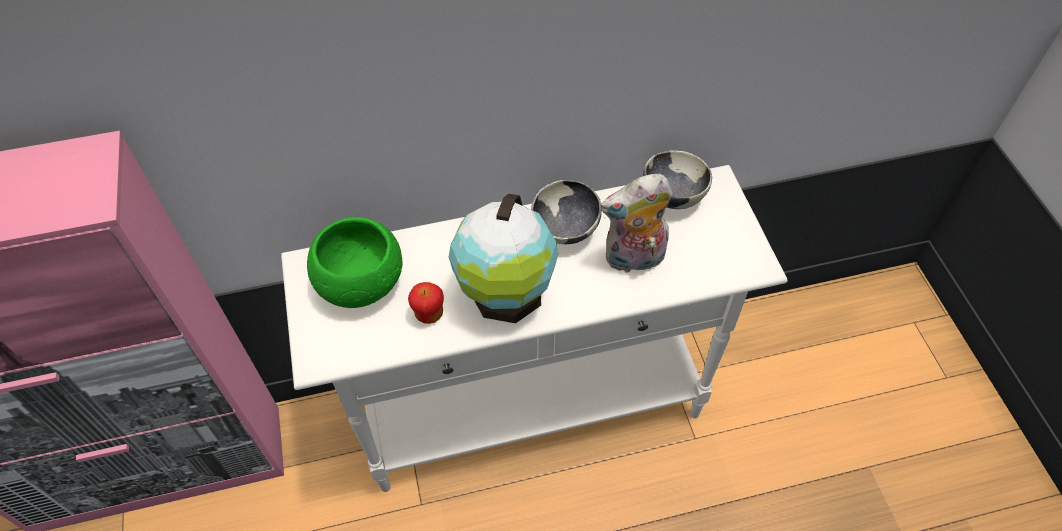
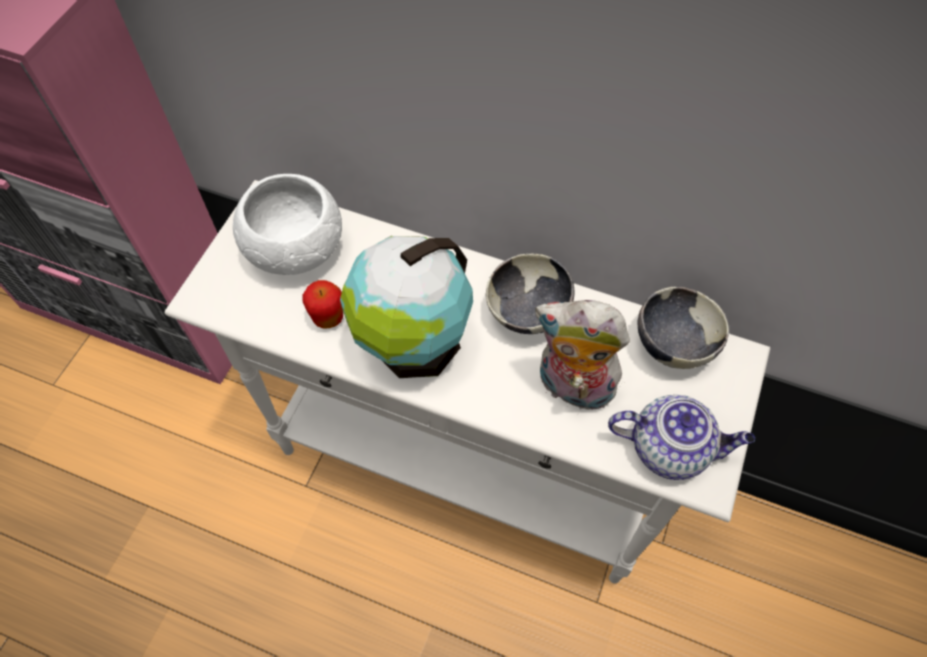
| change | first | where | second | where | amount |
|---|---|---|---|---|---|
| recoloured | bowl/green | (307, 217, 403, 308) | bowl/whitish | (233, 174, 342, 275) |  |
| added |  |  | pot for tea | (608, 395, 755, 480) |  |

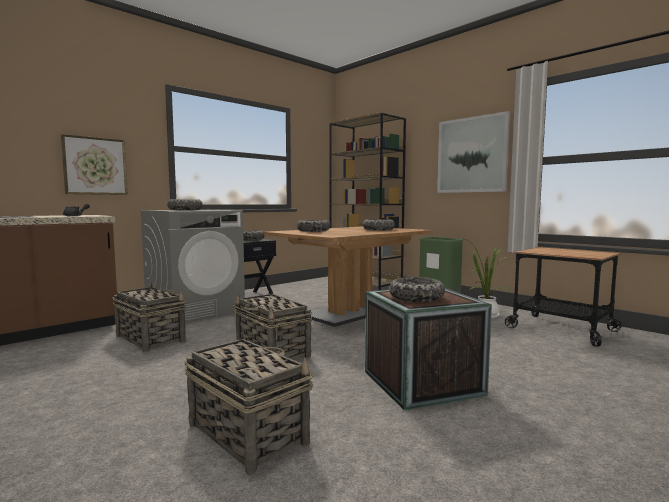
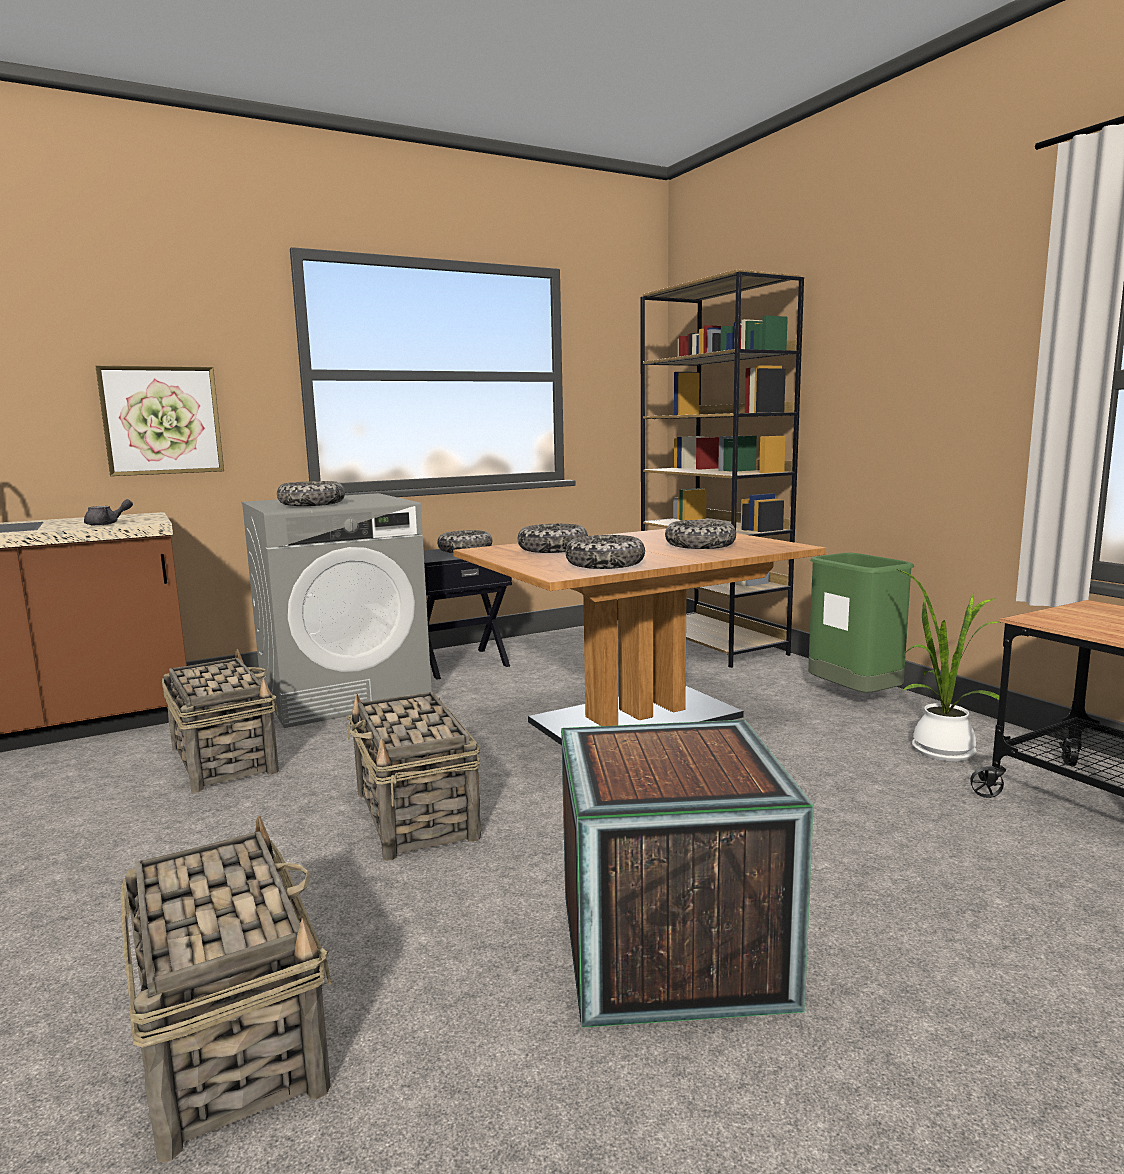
| change | first | where | second | where | amount |
|---|---|---|---|---|---|
| moved | bowl | (389, 277, 445, 302) |  | (565, 535, 645, 569) |  |
| removed | picture | (437, 111, 510, 193) |  |  |  |

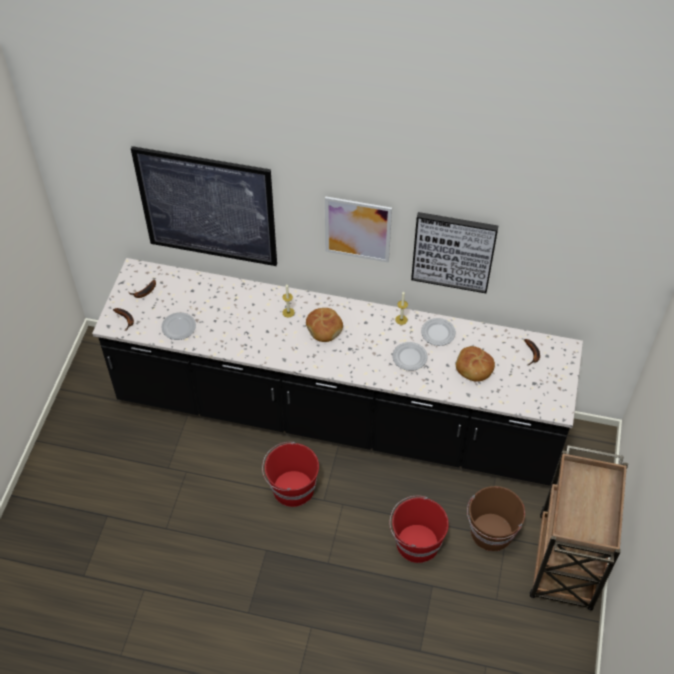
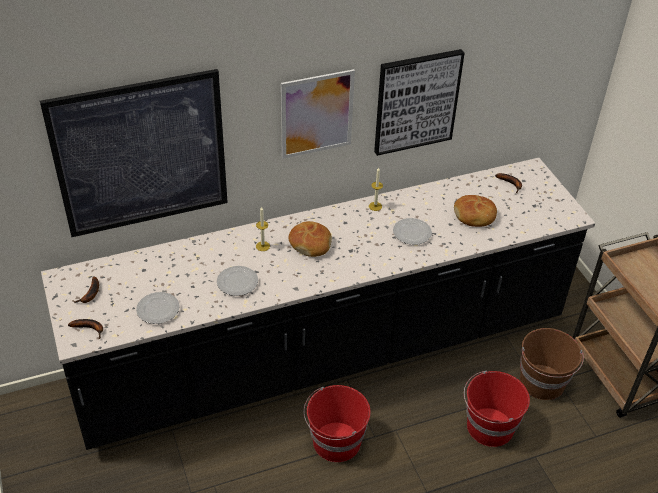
| change | first | where | second | where | amount |
|---|---|---|---|---|---|
| moved | plate | (421, 318, 456, 346) |  | (217, 266, 258, 296) |  |

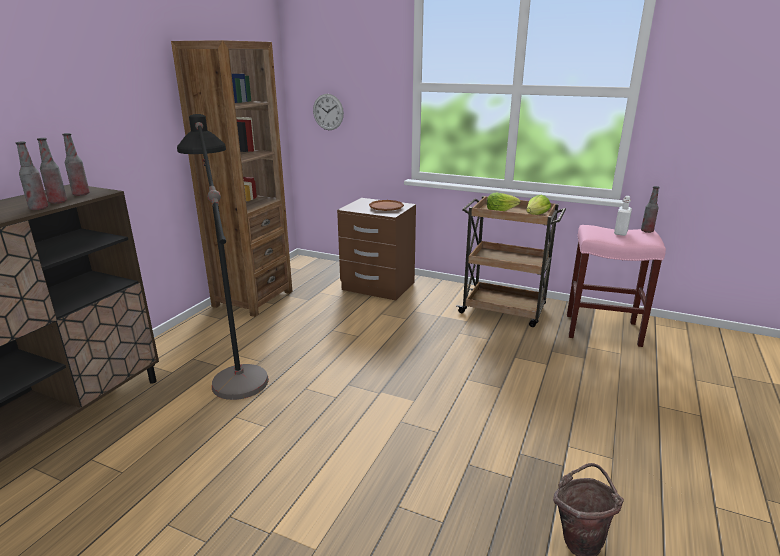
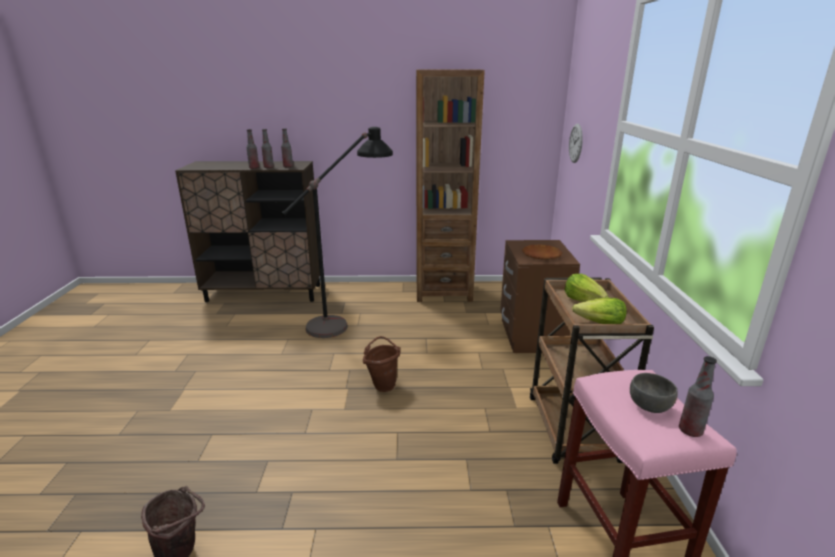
| change | first | where | second | where | amount |
|---|---|---|---|---|---|
| added |  |  | bucket/brownish | (363, 336, 401, 392) |  |
| replaced | beverage bottle/whitish | (614, 196, 632, 236) | bowl/grey | (630, 373, 678, 413) |  |

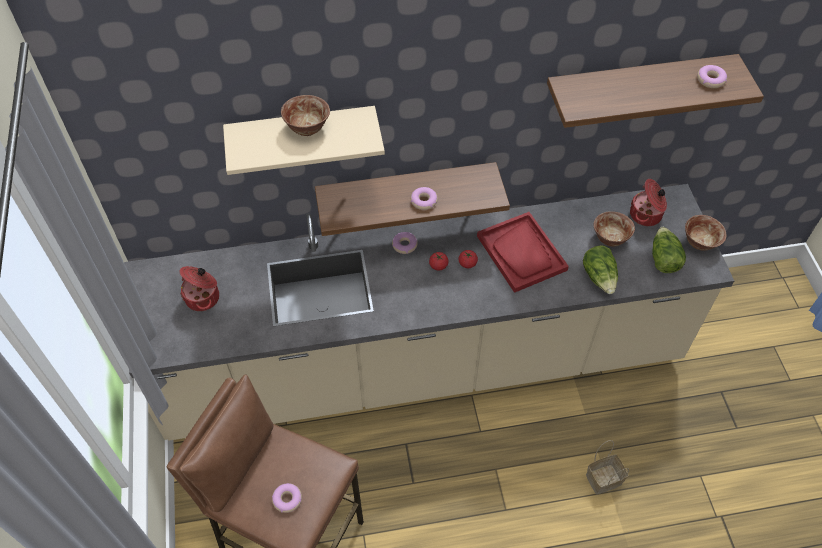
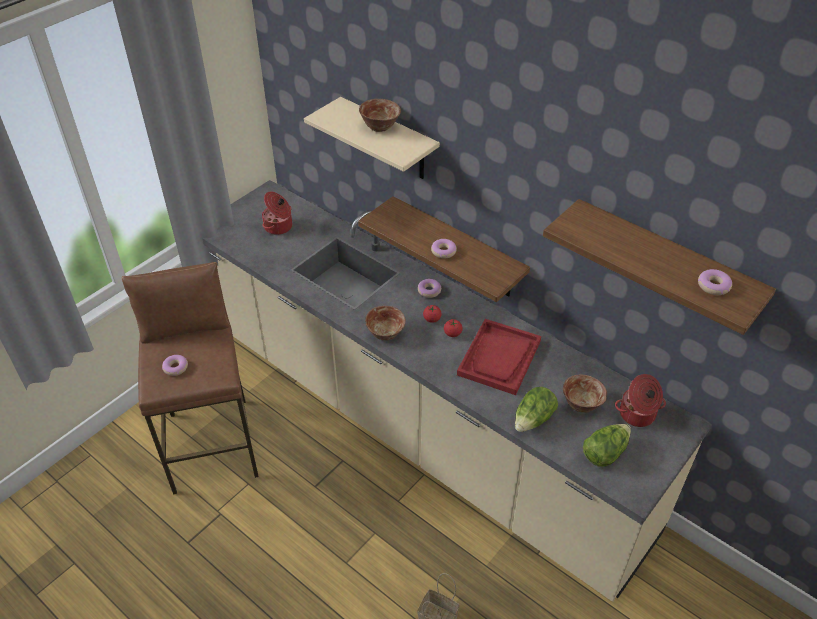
| change | first | where | second | where | amount |
|---|---|---|---|---|---|
| moved | bowl | (685, 215, 726, 251) |  | (365, 306, 406, 340) |  |

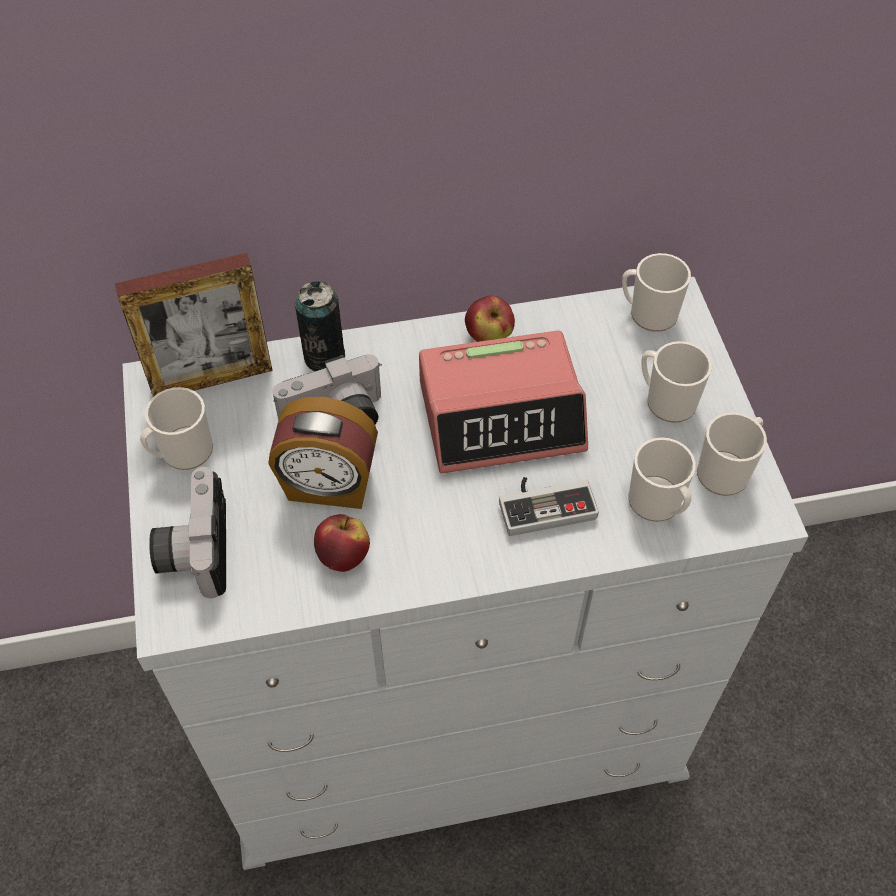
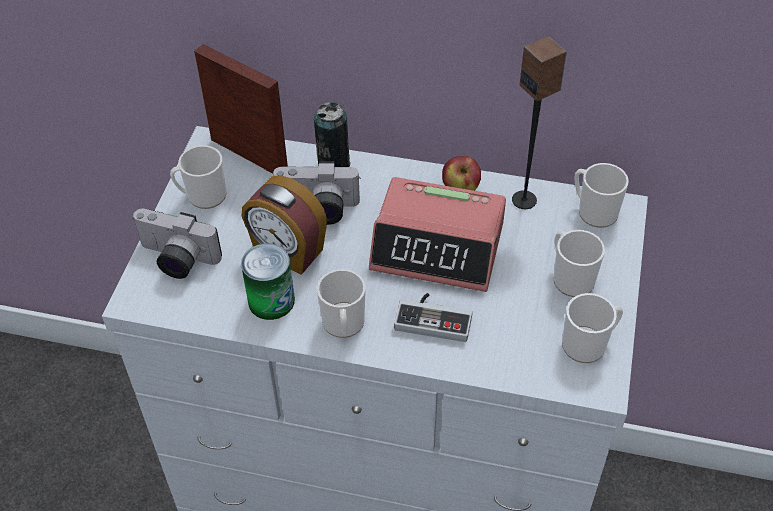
| change | first | where | second | where | amount |
|---|---|---|---|---|---|
| turned | still camera | (149, 467, 226, 598) |  | (132, 209, 222, 279) | 90 degrees counterclockwise |
| turned | picture frame | (115, 253, 273, 397) |  | (194, 44, 288, 174) | 150 degrees counterclockwise |
| replaced | apple | (314, 514, 370, 572) | metal can | (241, 243, 295, 320) |  |
| moved | mug | (628, 437, 696, 522) |  | (317, 269, 366, 338) |  |
| added |  |  | loudspeaker | (512, 36, 567, 209) |  |

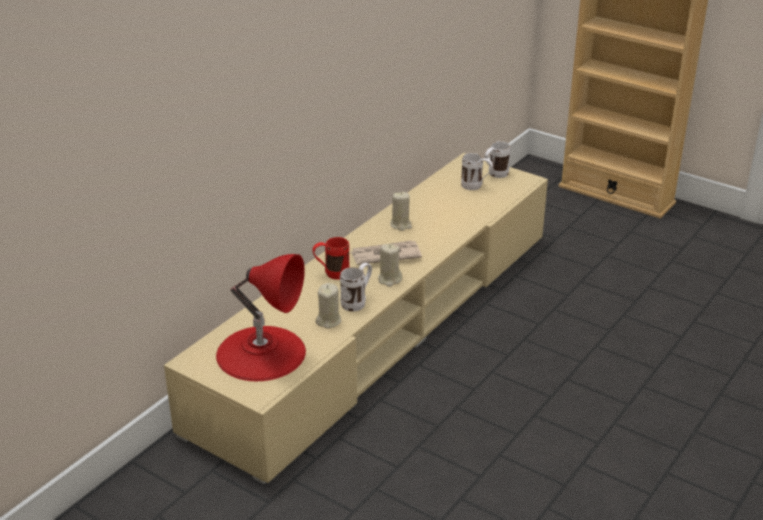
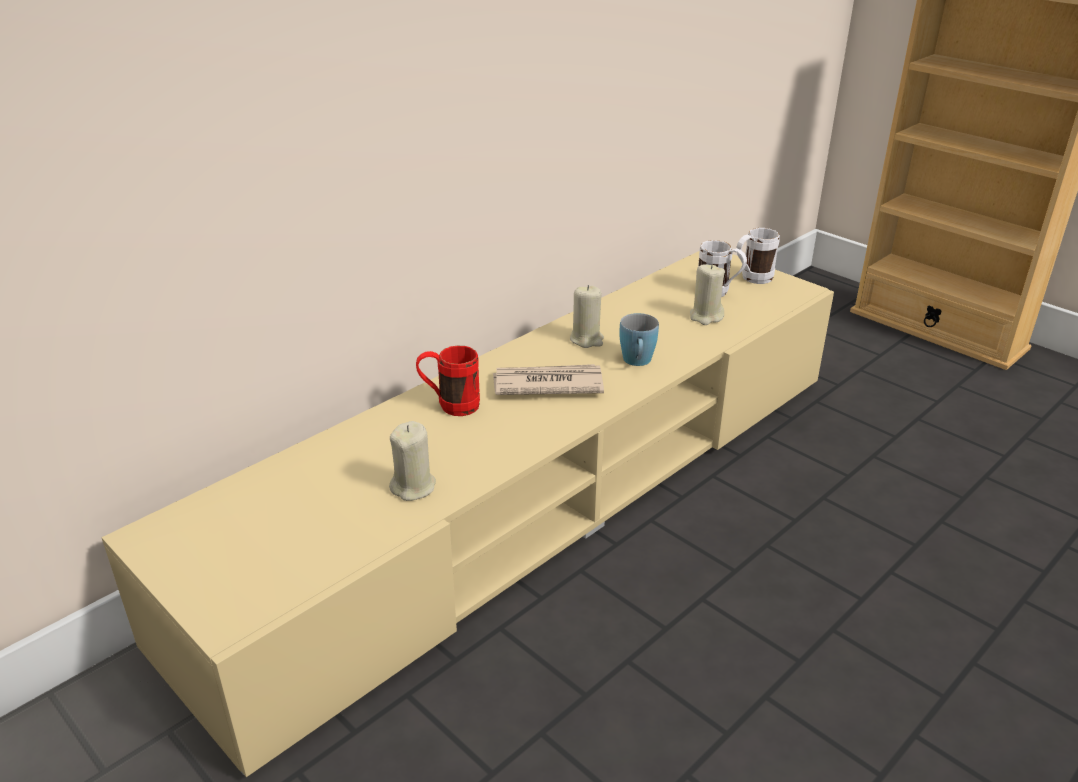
| change | first | where | second | where | amount |
|---|---|---|---|---|---|
| added |  |  | mug/blue-coloured | (619, 313, 659, 366) |  |
| moved | wax light/beige | (378, 244, 402, 287) |  | (690, 264, 725, 325) |  |
| removed | tabletop lamp/red-coloured | (216, 254, 306, 381) |  |  |  |
| removed | mug/whitish | (340, 263, 372, 311) |  |  |  |

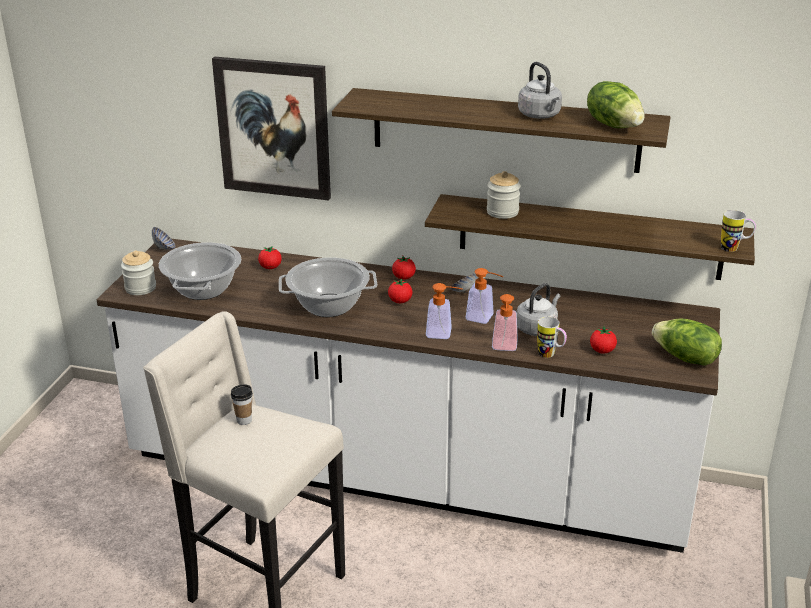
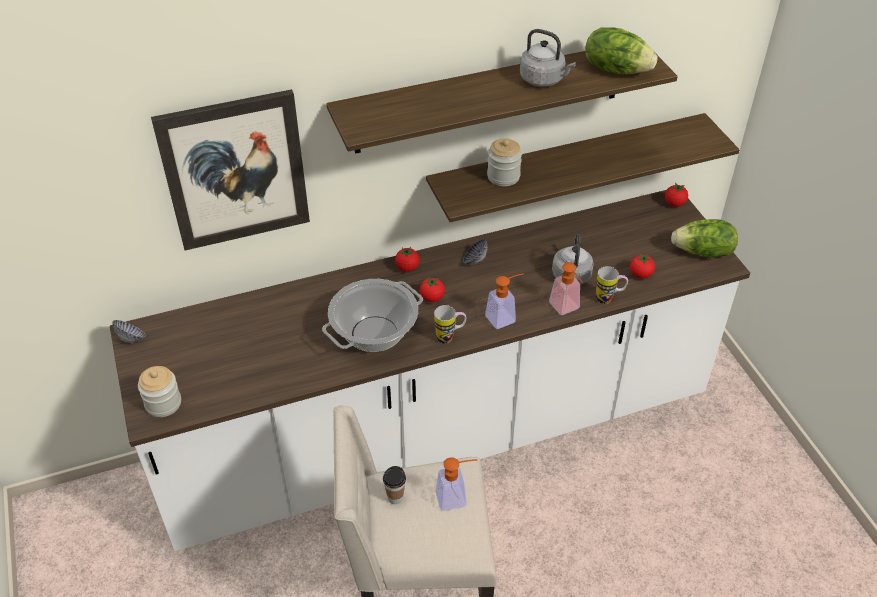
| change | first | where | second | where | amount |
|---|---|---|---|---|---|
| moved | mug | (721, 210, 756, 252) |  | (434, 305, 466, 344) |  |
| moved | liquid soap bottle | (466, 268, 503, 324) |  | (435, 457, 478, 511) |  |
| moved | fresh tomato | (258, 246, 282, 269) |  | (665, 183, 688, 207) |  |
| removed | cooking pot | (159, 242, 241, 300) |  |  |  |

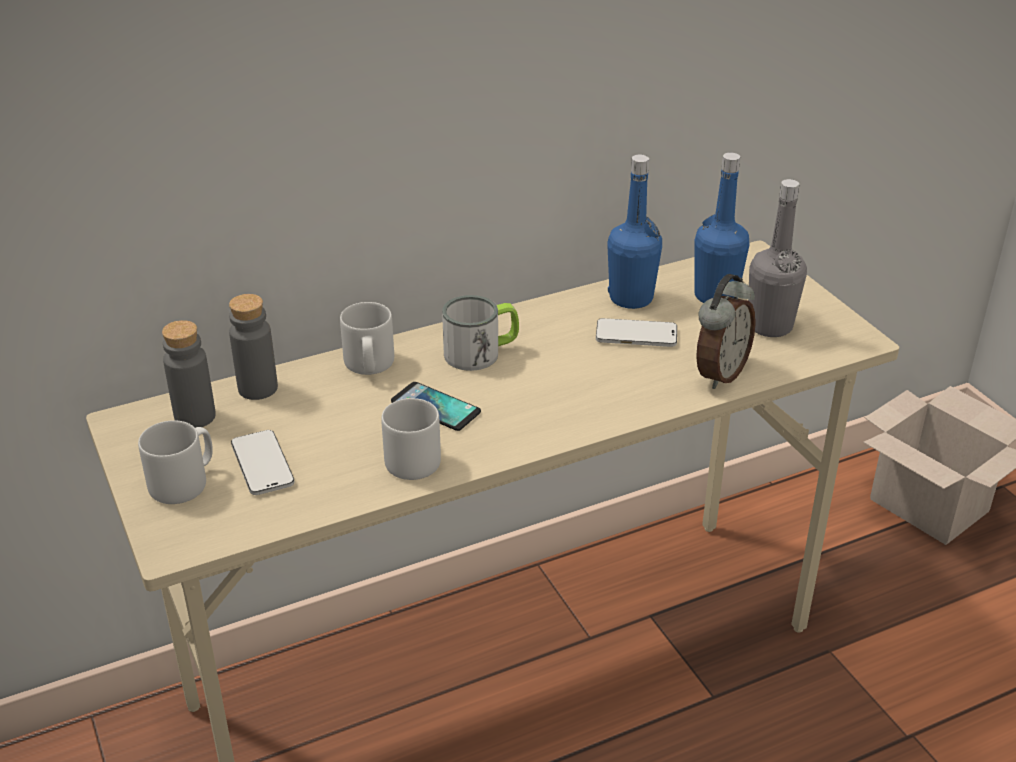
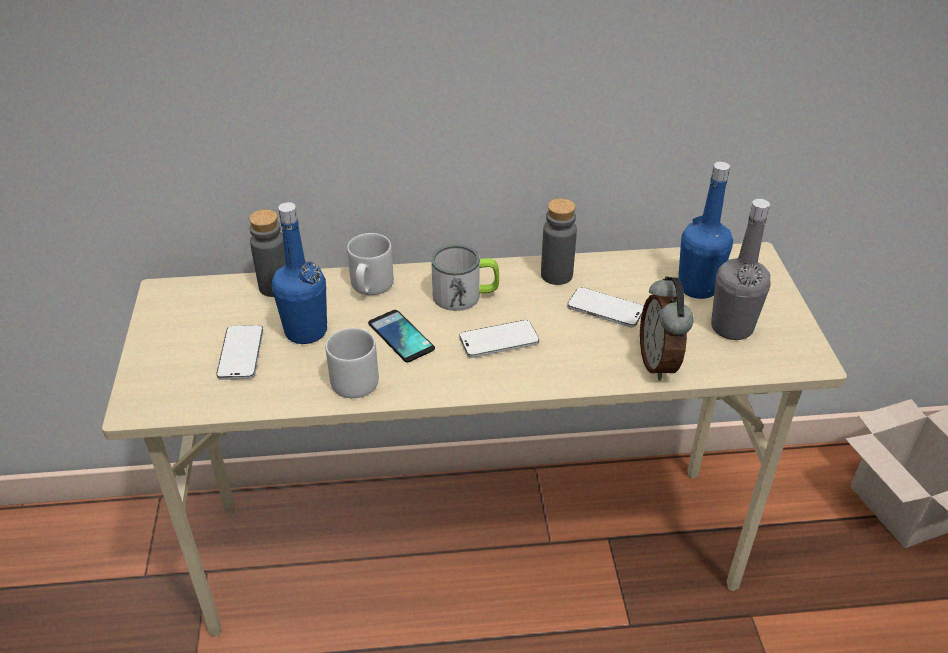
| change | first | where | second | where | amount |
|---|---|---|---|---|---|
| moved | beverage bottle/blue-coloured | (607, 154, 662, 309) |  | (272, 202, 327, 344) |  |
| added |  |  | handset | (459, 320, 539, 358) |  |
| moved | beverage bottle/grey | (162, 320, 216, 428) |  | (541, 198, 577, 285) |  |
| turned | bedside clock | (696, 274, 756, 389) |  | (640, 276, 694, 381) | 120 degrees clockwise |
| removed | mug/grey | (138, 420, 213, 504) |  |  |  |

